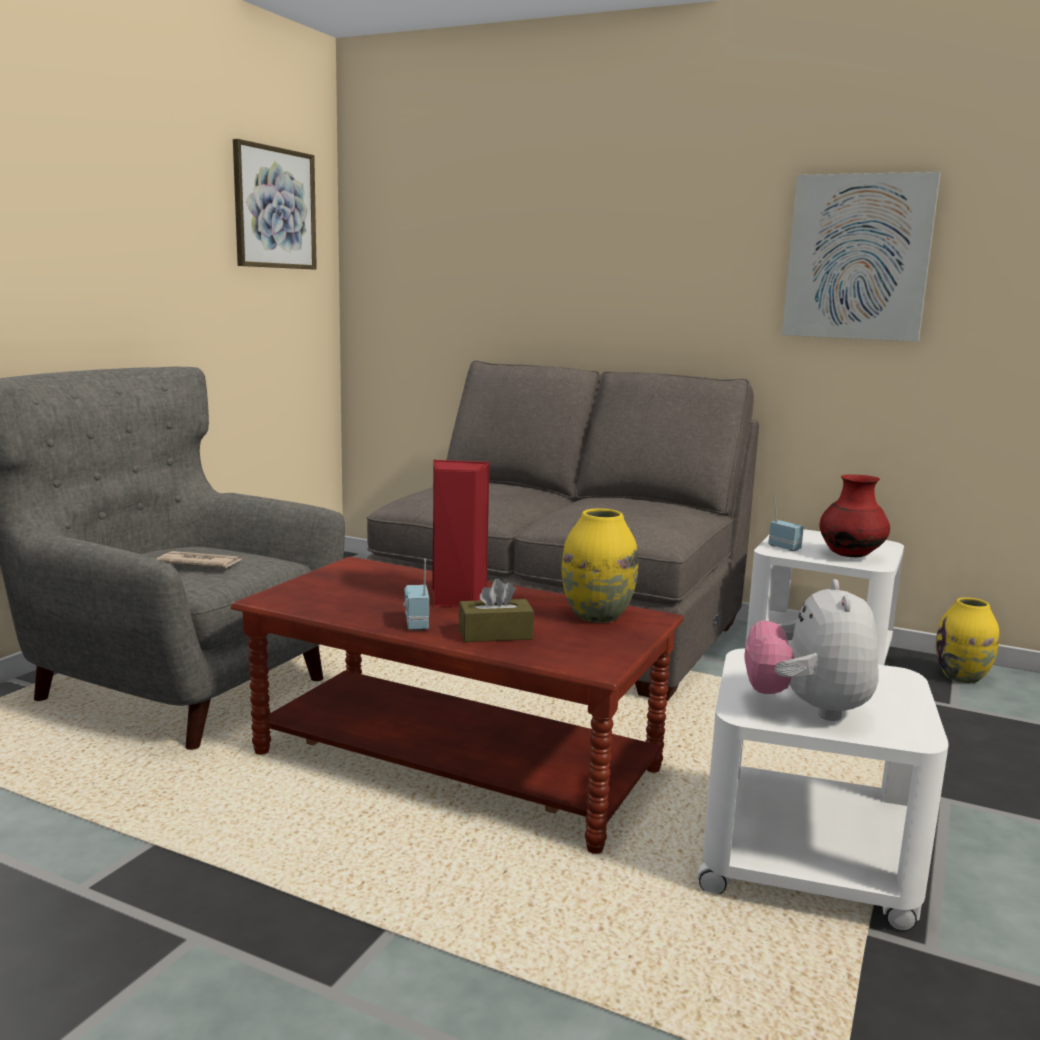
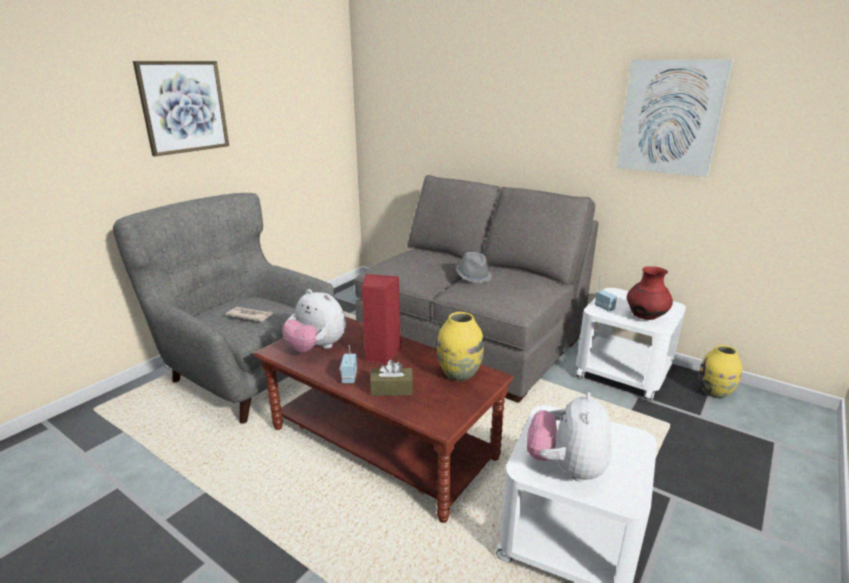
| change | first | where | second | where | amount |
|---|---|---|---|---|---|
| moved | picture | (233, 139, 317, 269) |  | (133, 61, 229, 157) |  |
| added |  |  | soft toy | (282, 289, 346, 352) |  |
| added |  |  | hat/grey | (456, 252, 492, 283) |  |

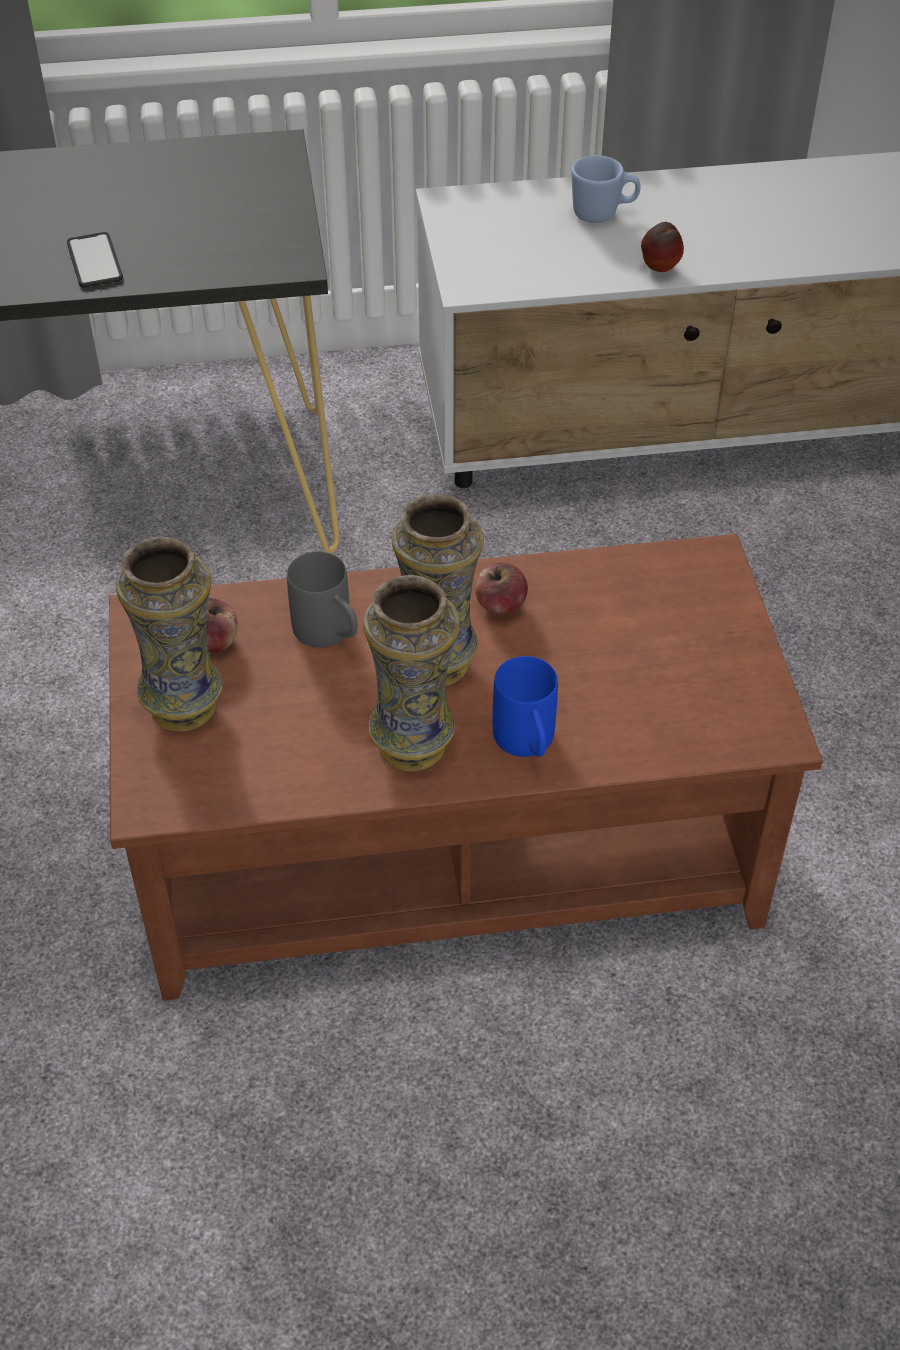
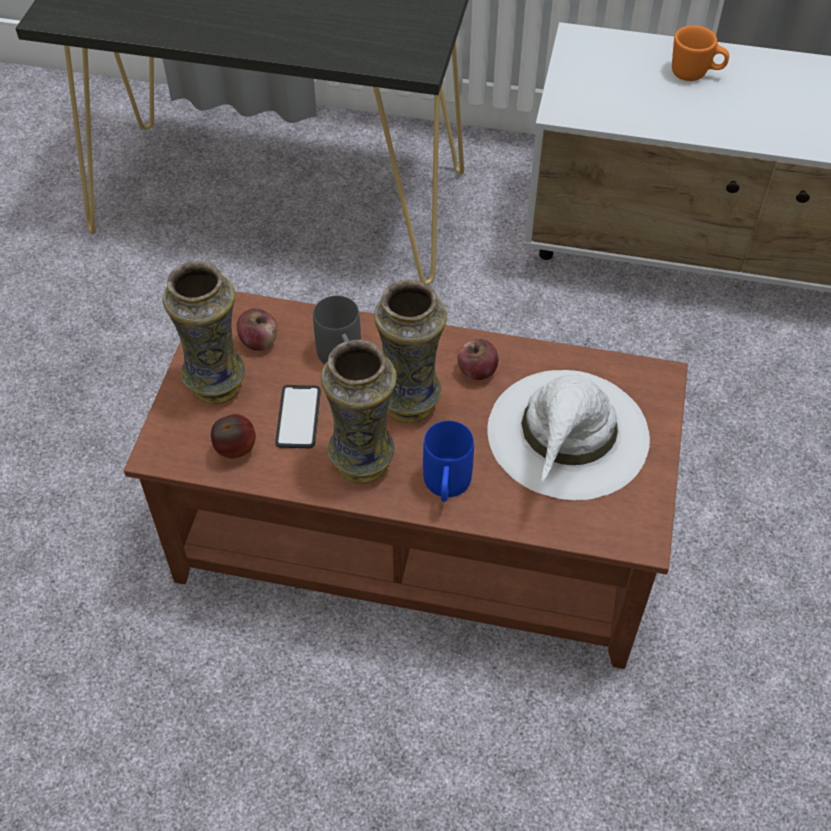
| change | first | where | second | where | amount |
|---|---|---|---|---|---|
| moved | apple | (641, 222, 684, 272) |  | (211, 414, 256, 458) |  |
| moved | handset | (67, 232, 123, 287) |  | (275, 385, 321, 448) |  |
| added |  |  | hat/whitish | (487, 370, 650, 500) |  |
| recoloured | mug/blue-coloured | (571, 155, 641, 223) | mug/orange | (672, 25, 729, 81) |  |

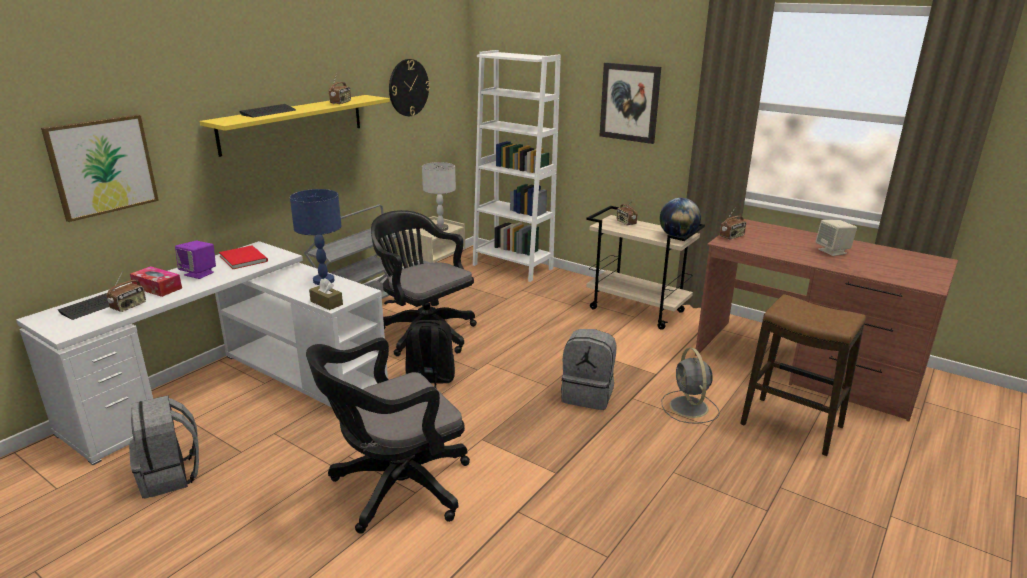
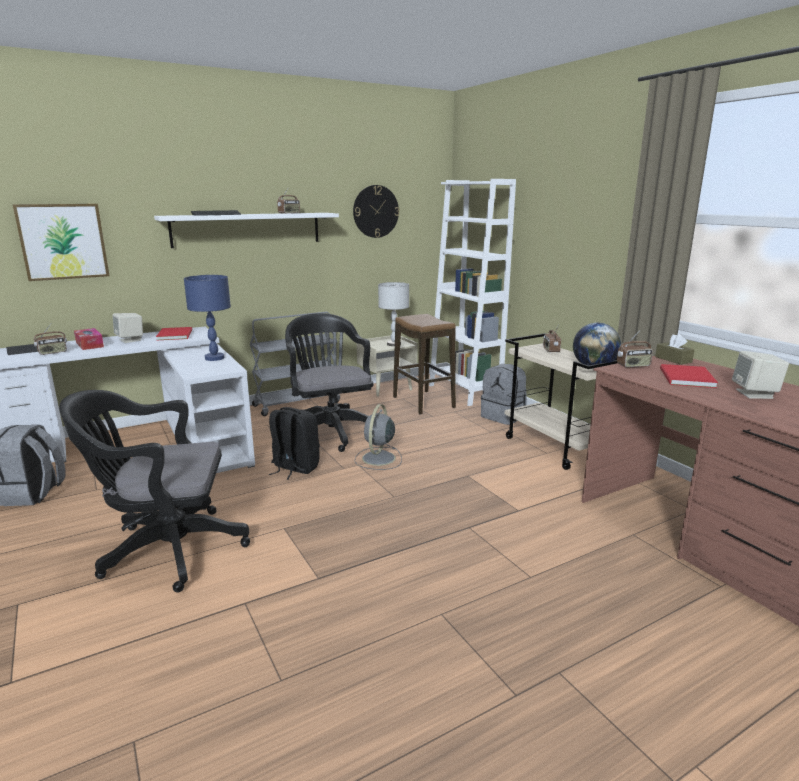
| change | first | where | second | where | amount |
|---|---|---|---|---|---|
| recoloured | loudspeaker/purple | (175, 241, 216, 279) | loudspeaker/beige | (113, 313, 143, 343) |  |
| recoloured | bracket shelf/yellow-coloured | (200, 95, 390, 157) | bracket shelf/whitish | (154, 213, 339, 248) |  |
| moved | electric fan/grey | (662, 348, 720, 423) |  | (354, 404, 402, 470) |  |
| moved | stool | (740, 294, 866, 456) |  | (393, 314, 456, 415) |  |
| moved | backpack/grey | (561, 329, 616, 410) |  | (481, 364, 527, 425) |  |
| moved | tissue holder/brownish | (309, 278, 343, 310) |  | (655, 334, 695, 365) |  |
| added |  |  | volume/red-coloured | (660, 364, 718, 388) |  |
| removed | picture | (600, 62, 661, 144) |  |  |  |

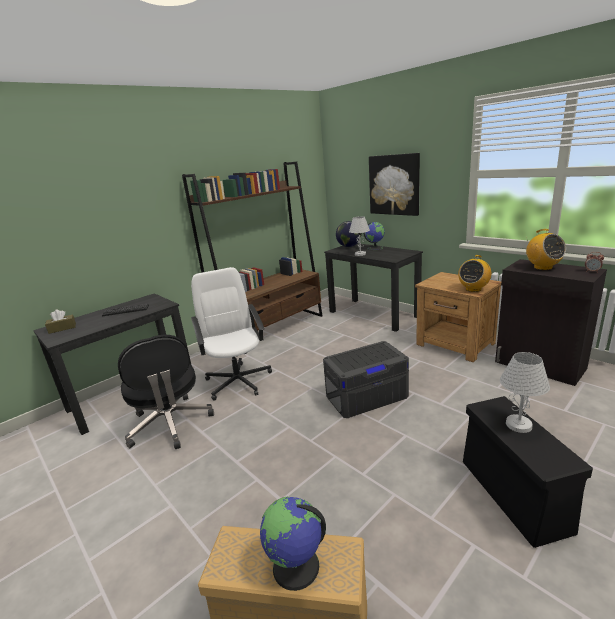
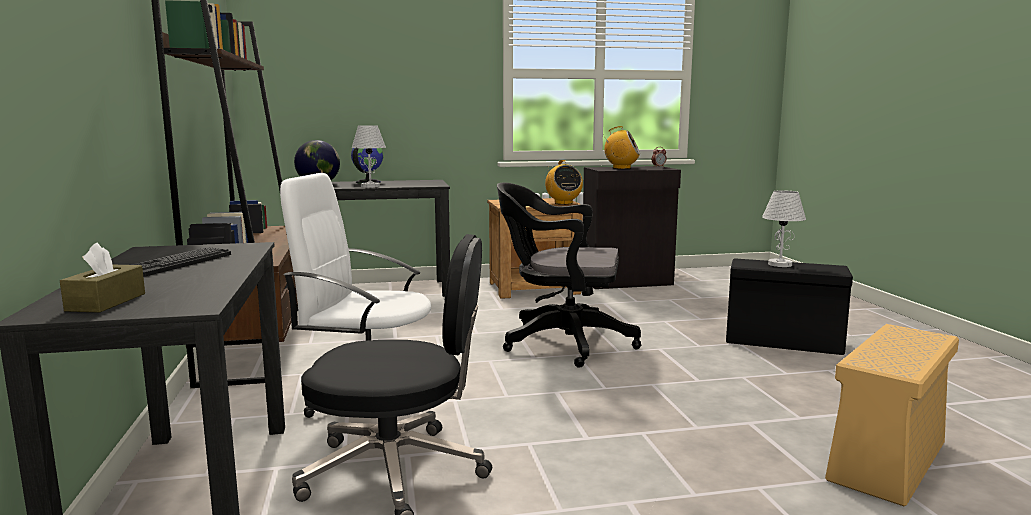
| change | first | where | second | where | amount |
|---|---|---|---|---|---|
| replaced | storage box/grey | (323, 341, 409, 418) | desk chair/blackish | (497, 183, 641, 368) |  |
| removed | globe | (260, 496, 326, 591) |  |  |  |
| removed | picture | (369, 153, 420, 216) |  |  |  |

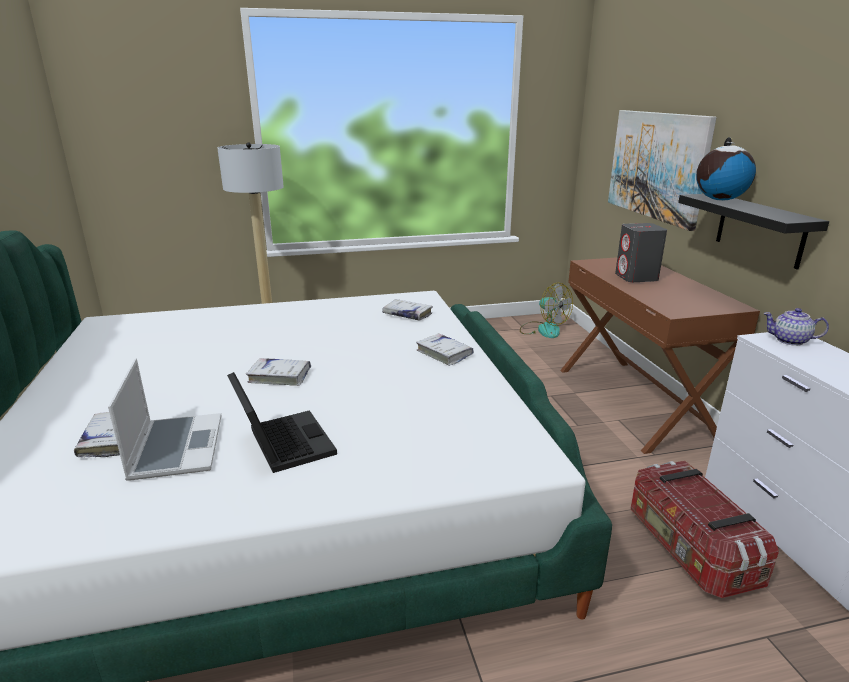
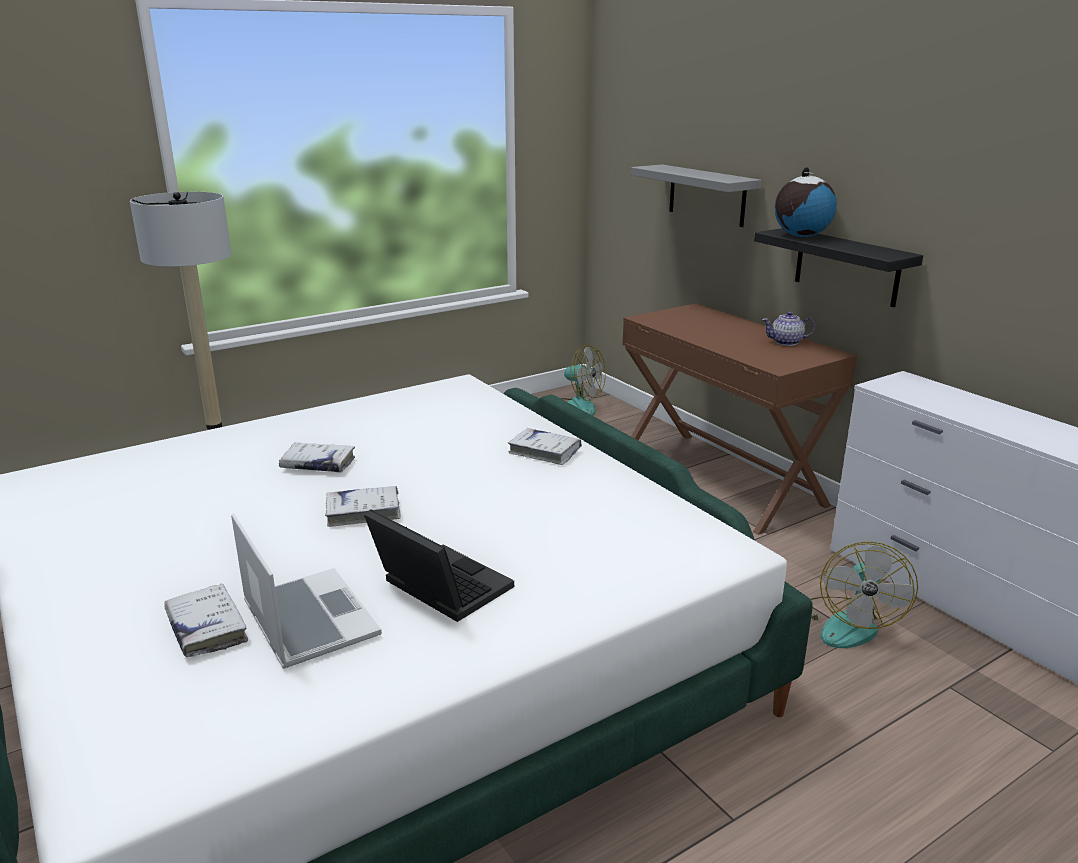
| change | first | where | second | where | amount |
|---|---|---|---|---|---|
| moved | volume/whitish | (382, 299, 433, 321) |  | (279, 442, 355, 472) |  |
| replaced | picture | (608, 110, 716, 231) | bracket shelf/grey | (631, 164, 761, 227) |  |
| moved | pot for tea | (763, 308, 829, 346) |  | (762, 311, 815, 346) |  |
| replaced | storage box | (630, 461, 779, 598) | electric fan | (811, 541, 918, 648) |  |
| removed | loudspeaker/grey | (615, 223, 667, 282) |  |  |  |

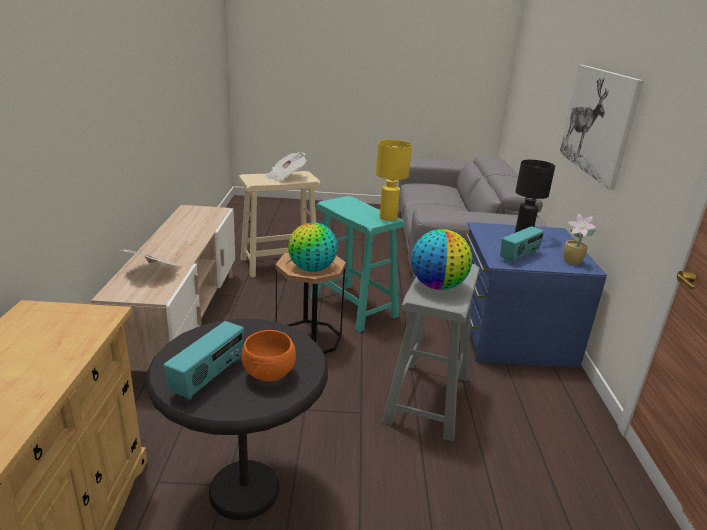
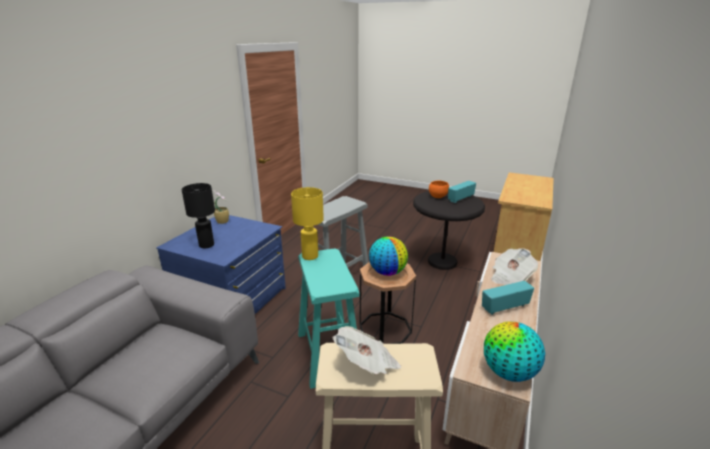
| change | first | where | second | where | amount |
|---|---|---|---|---|---|
| moved | radio set | (500, 226, 544, 264) |  | (482, 281, 534, 315) |  |
| moved | globe | (411, 229, 472, 290) |  | (484, 322, 545, 382) |  |
| removed | picture | (559, 65, 644, 190) |  |  |  |

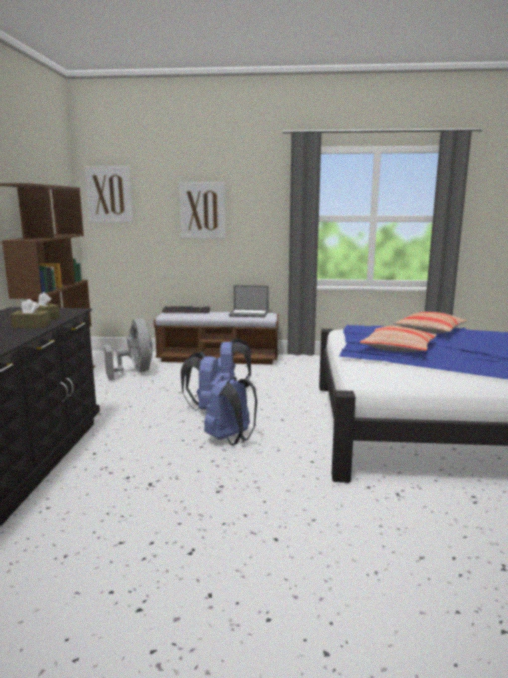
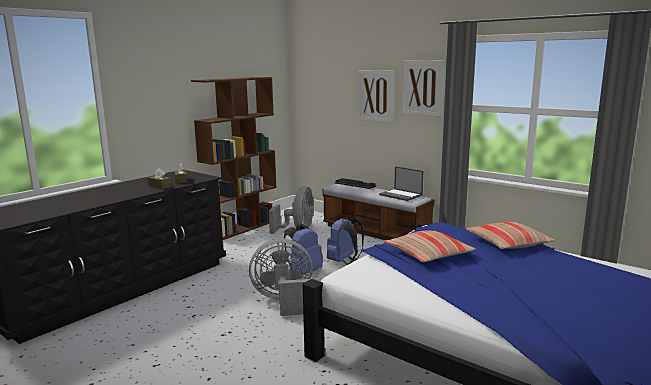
| change | first | where | second | where | amount |
|---|---|---|---|---|---|
| replaced | backpack/blue-coloured | (204, 377, 257, 445) | electric fan/grey | (249, 238, 313, 316) |  |
| moved | picture | (84, 166, 133, 223) |  | (402, 60, 445, 117) |  |

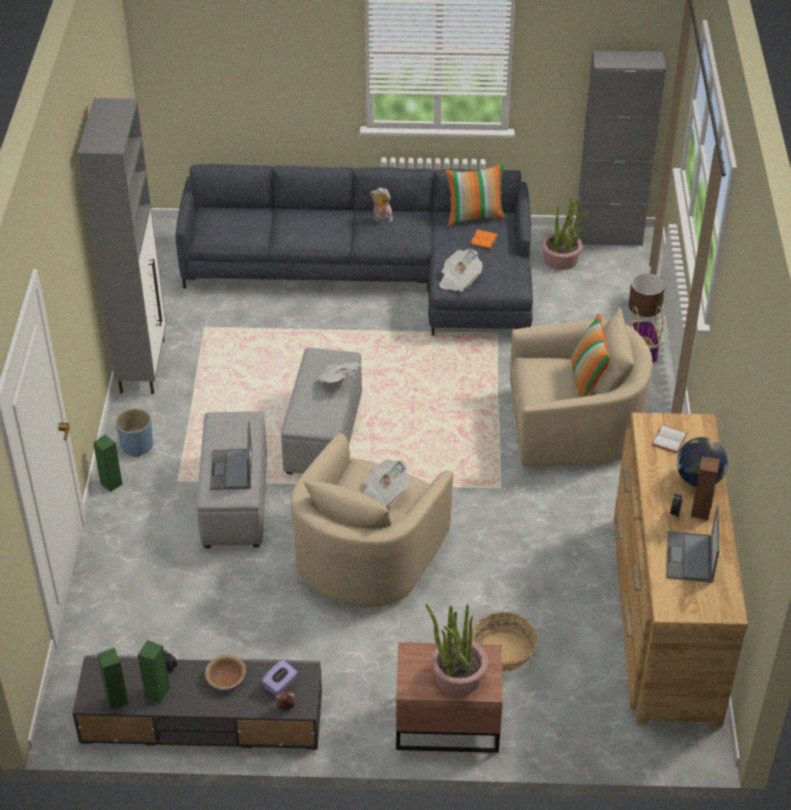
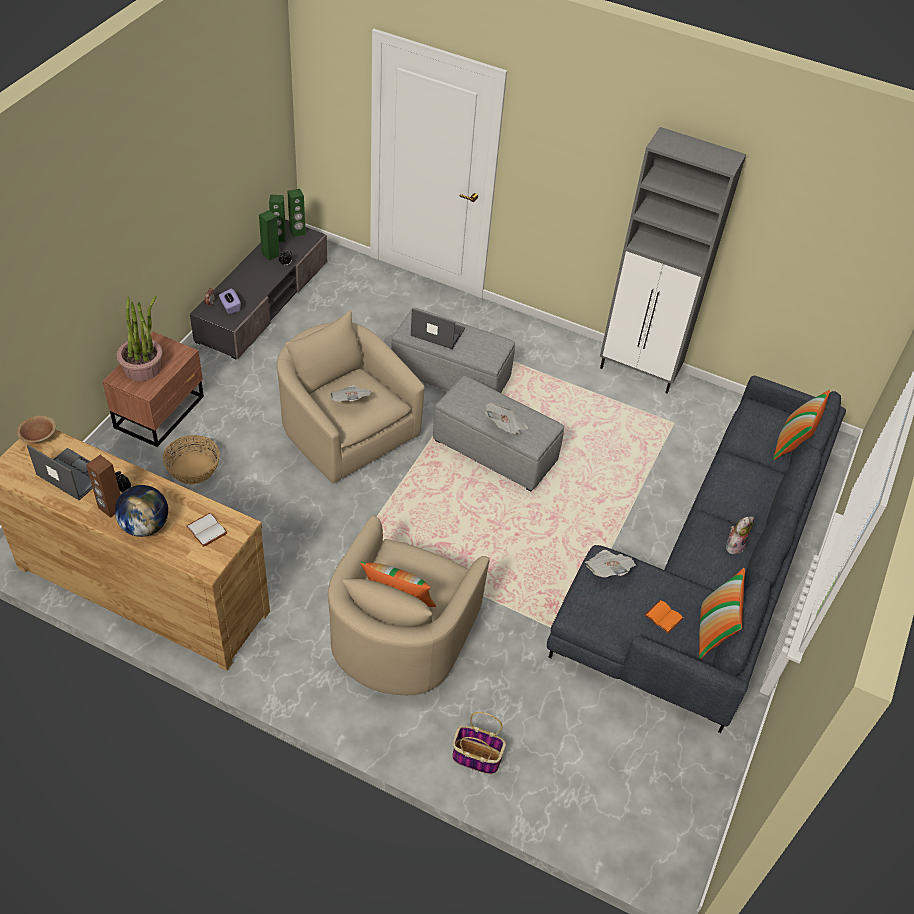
| change | first | where | second | where | amount |
|---|---|---|---|---|---|
| moved | bowl/brownish | (205, 655, 246, 690) |  | (17, 415, 56, 443) |  |
| moved | loudspeaker/green | (93, 435, 122, 492) |  | (287, 189, 306, 237) |  |
| added |  |  | pillow | (773, 390, 830, 460) |  |
| removed | planter/blue-coloured | (115, 408, 153, 457) |  |  |  |
| removed | plant in a pot | (541, 197, 589, 270) |  |  |  |
| removed | storage cabinet/grey | (576, 51, 666, 246) |  |  |  |
| removed | planter/brownish | (629, 273, 665, 317) |  |  |  |

